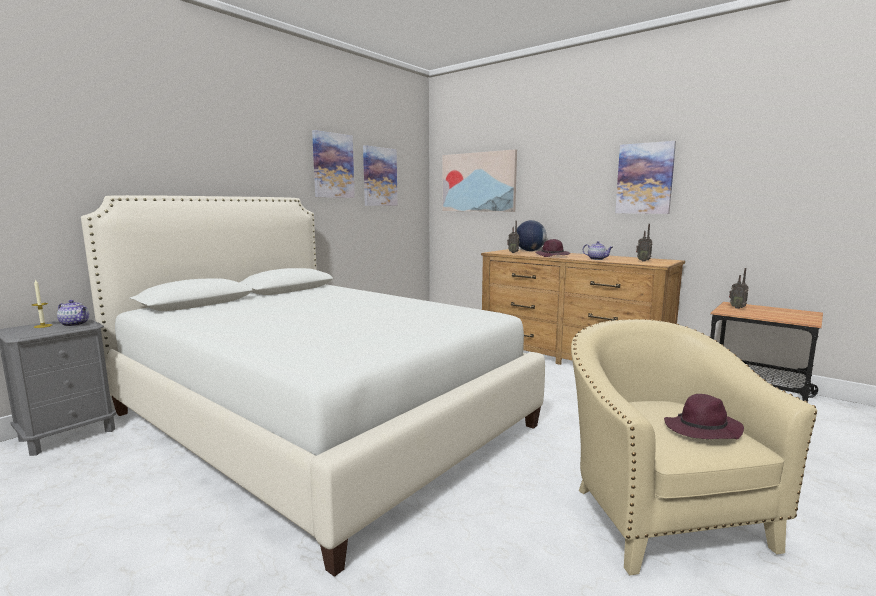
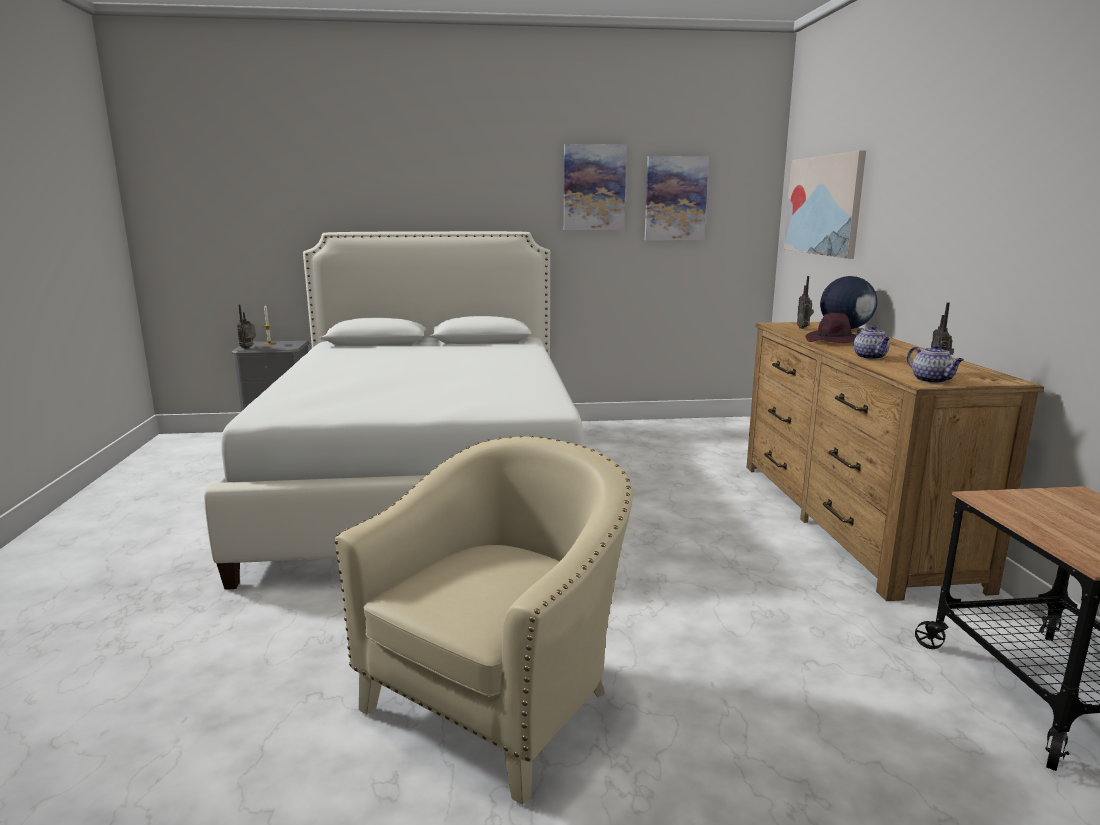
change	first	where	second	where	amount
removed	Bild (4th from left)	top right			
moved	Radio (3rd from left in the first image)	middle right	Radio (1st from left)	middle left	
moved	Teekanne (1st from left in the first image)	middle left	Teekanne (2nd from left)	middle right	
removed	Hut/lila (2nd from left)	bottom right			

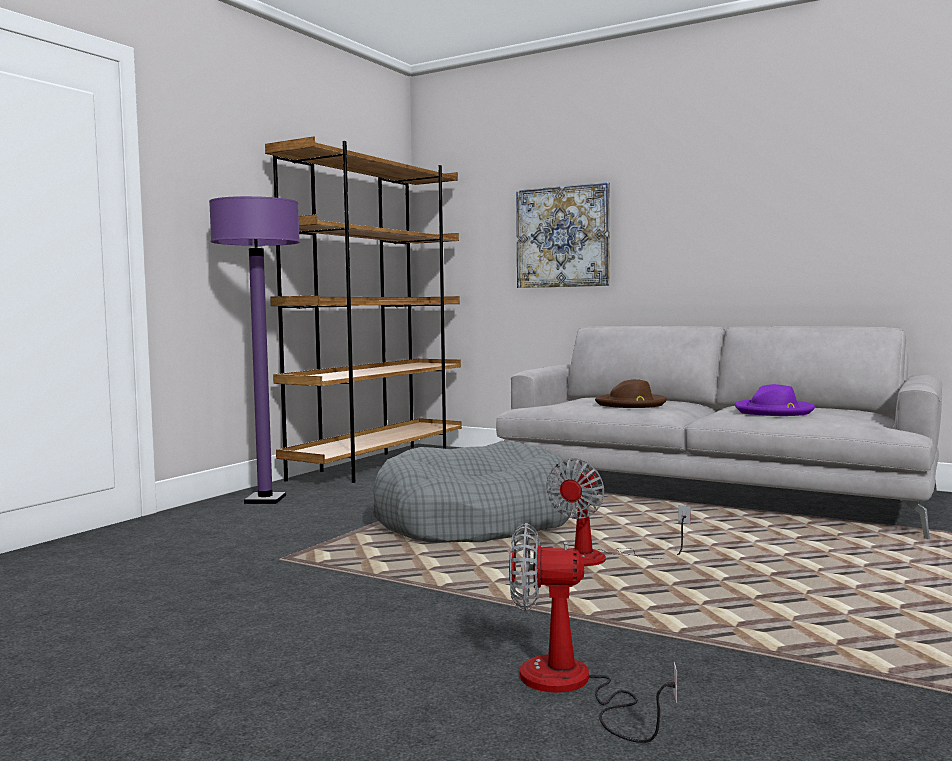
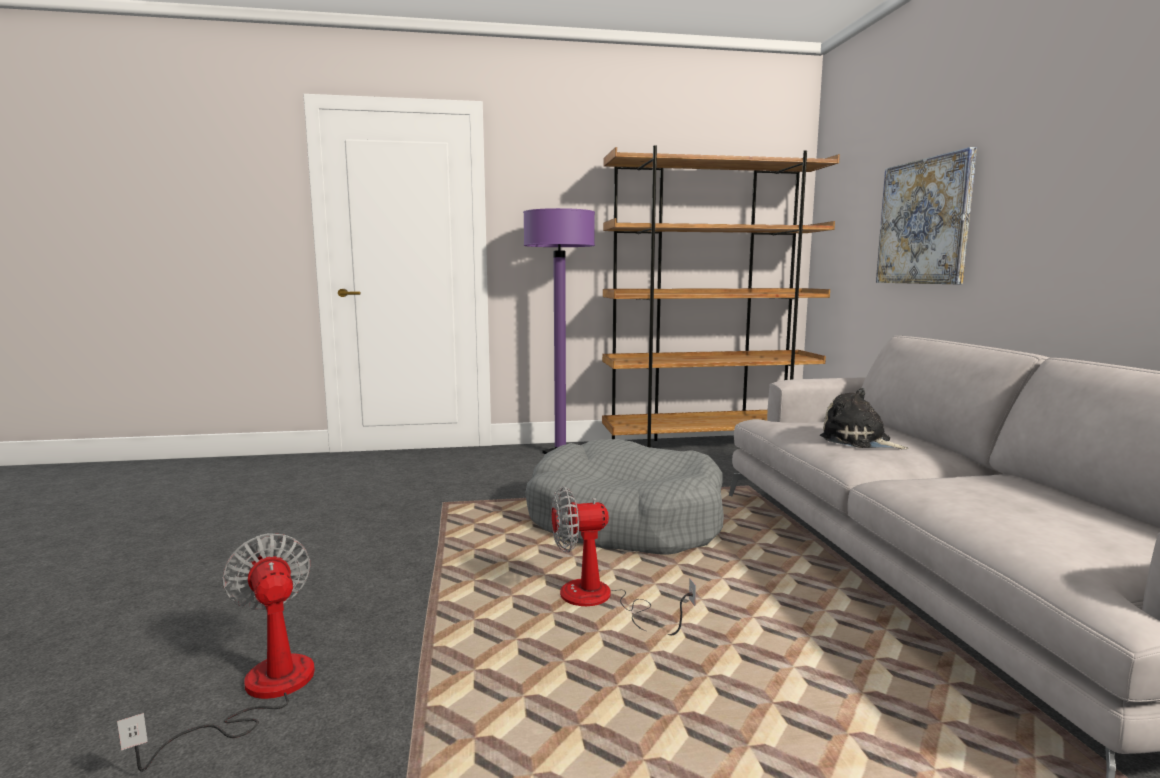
change	first	where	second	where	amount
replaced	Hut/braun	centre	Plüschtier	middle right	
removed	Hut/lila	middle right			

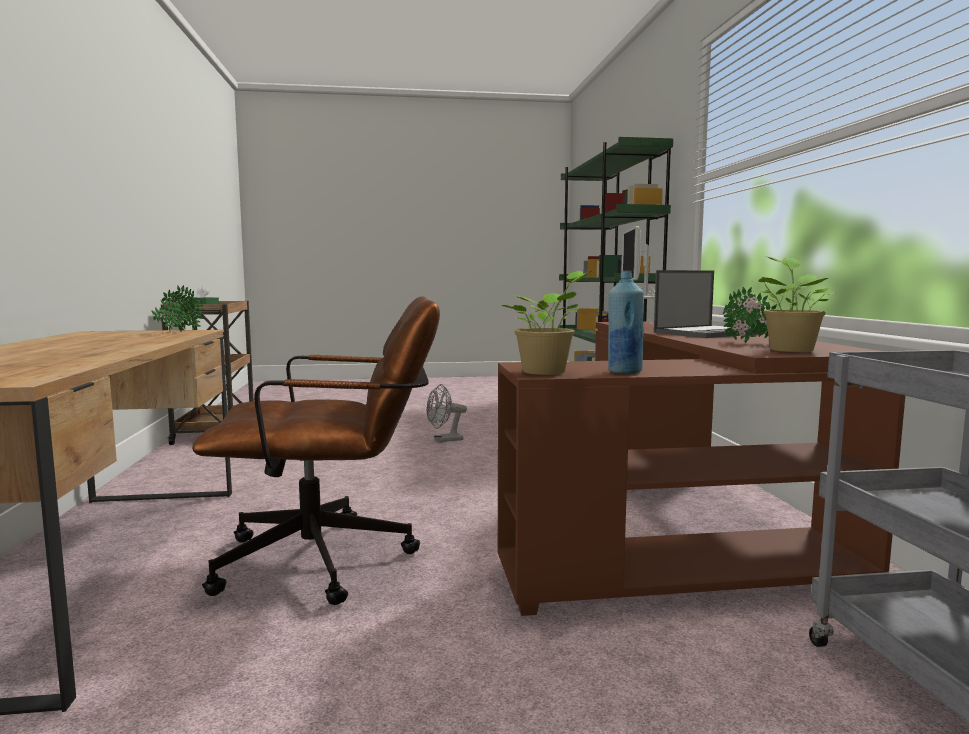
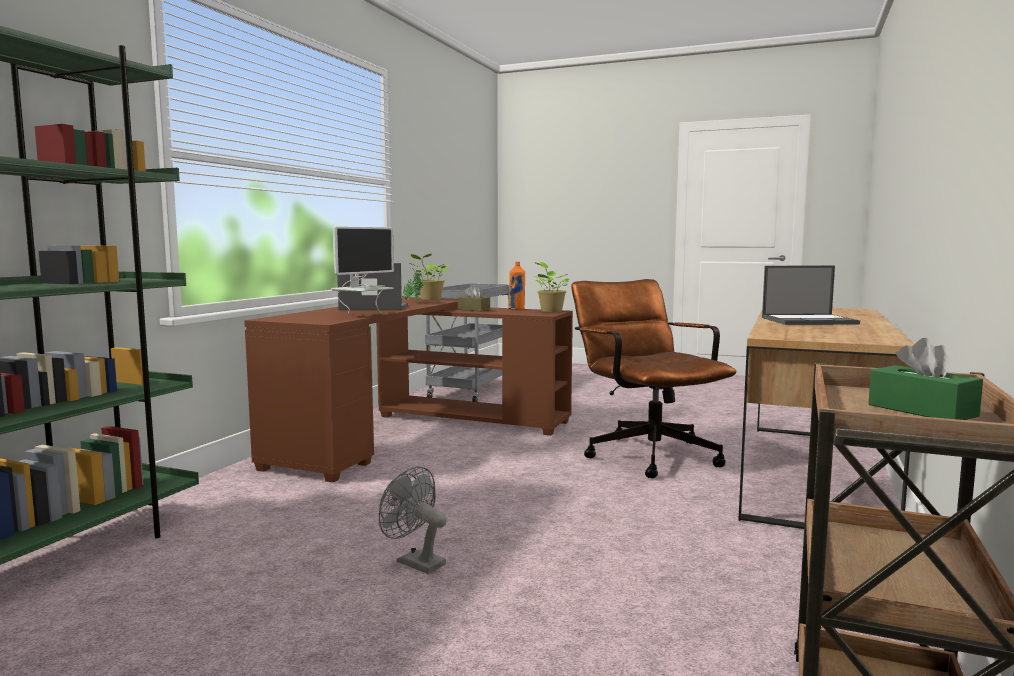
change	first	where	second	where	amount
recoloured	Flasche/blau	centre	Flasche/orange	centre	
removed	Topfpflanze (1st from left)	middle left			
turned	Bürostuhl/braun	middle left		centre	45 degrees clockwise
turned	Ventilator/grau	centre		bottom centre	150 degrees counterclockwise
added			Laptop (2nd from left)	middle right	
added			Taschentuchbox/braun	centre	

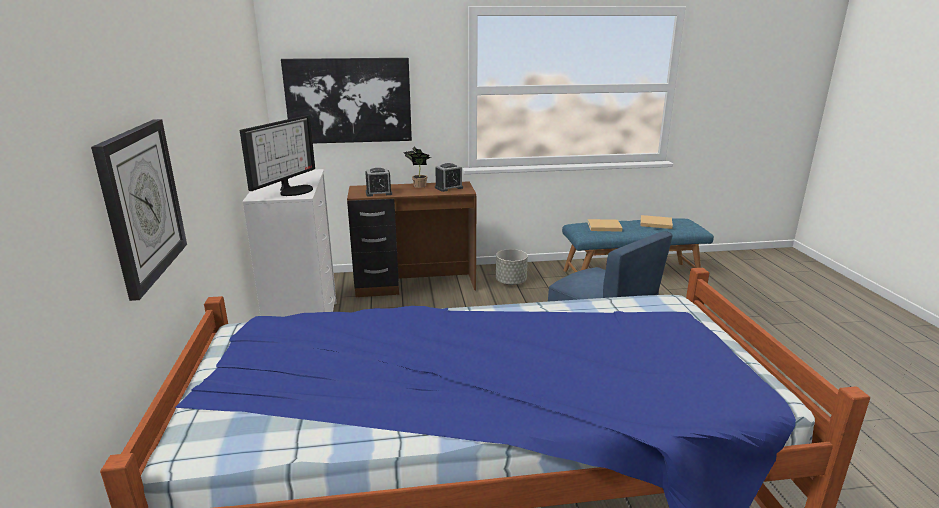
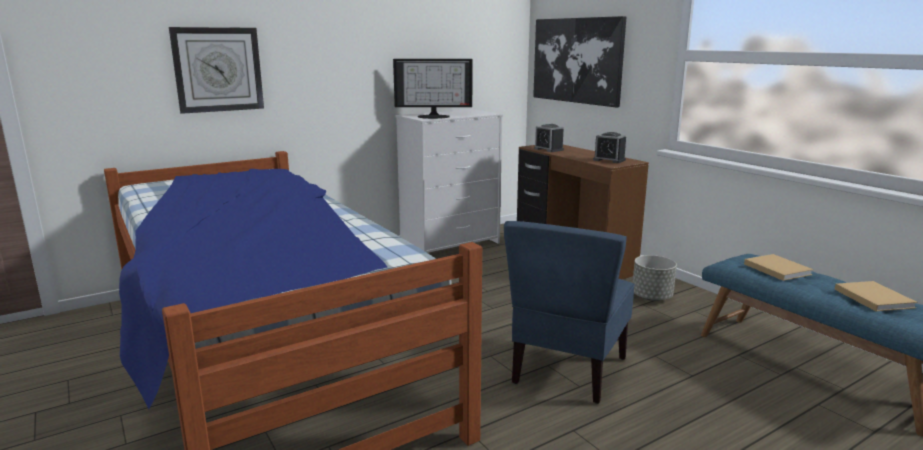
change	first	where	second	where	amount
removed	Topfpflanze	top centre			

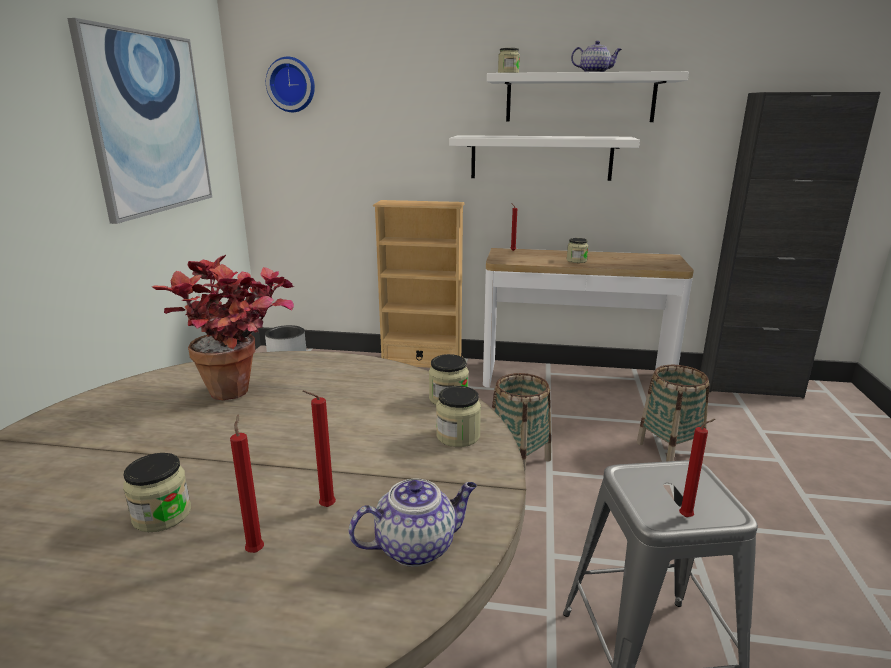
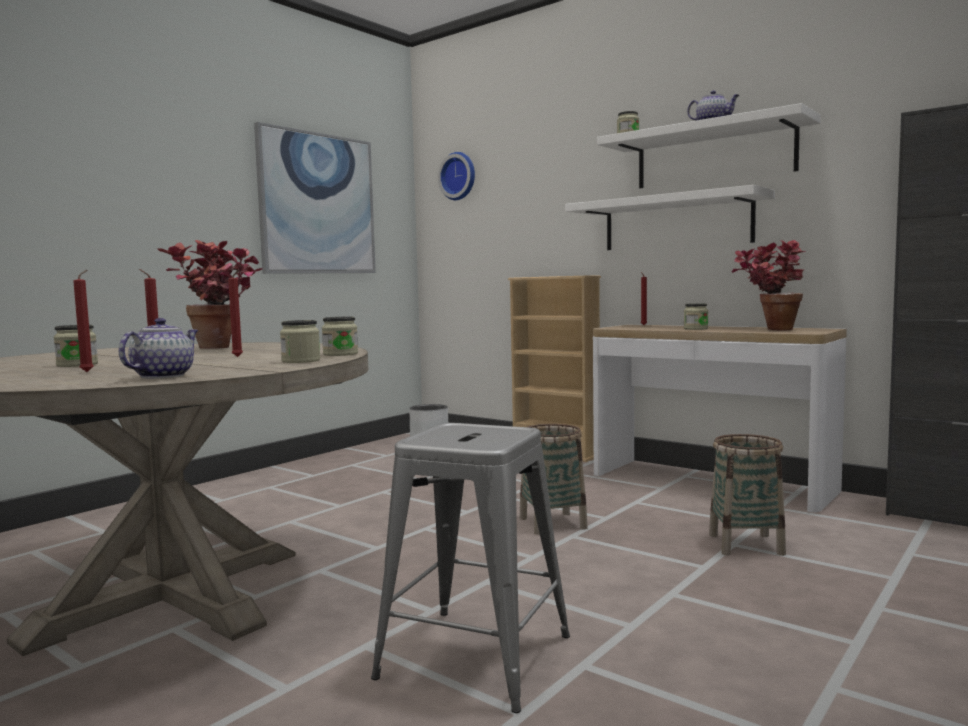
change	first	where	second	where	amount
moved	Kerze/rot (4th from left in the first image)	bottom right	Kerze/rot (3rd from left)	middle left	
turned	Teekanne (1st from left)	bottom centre		middle left	75 degrees counterclockwise
added			Topfpflanze (2nd from left)	middle right	

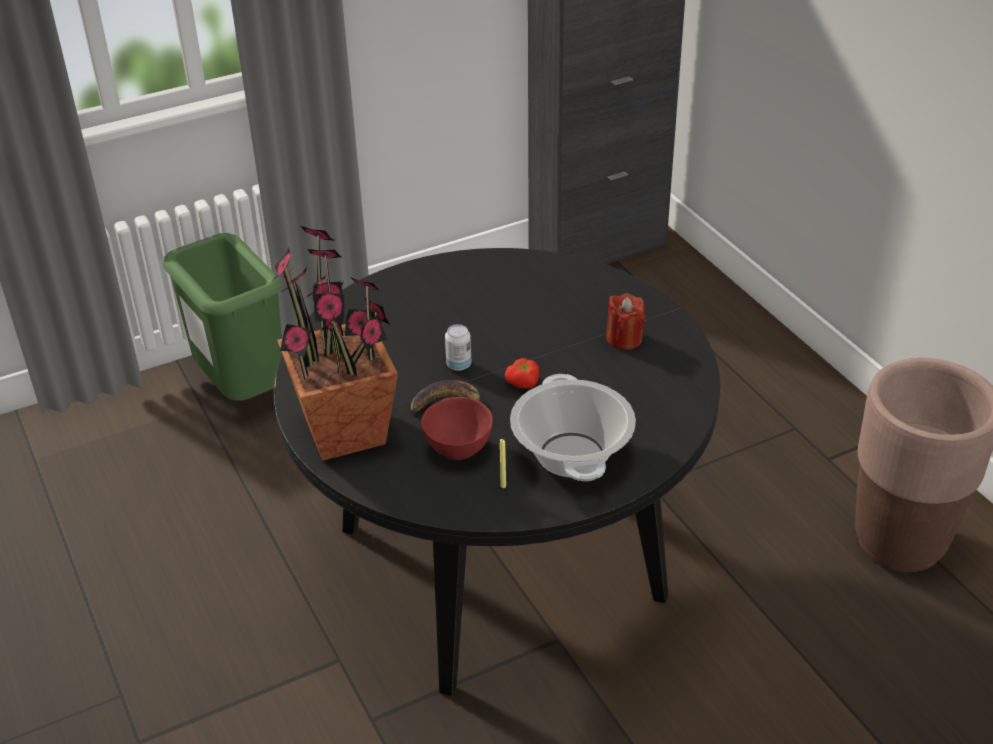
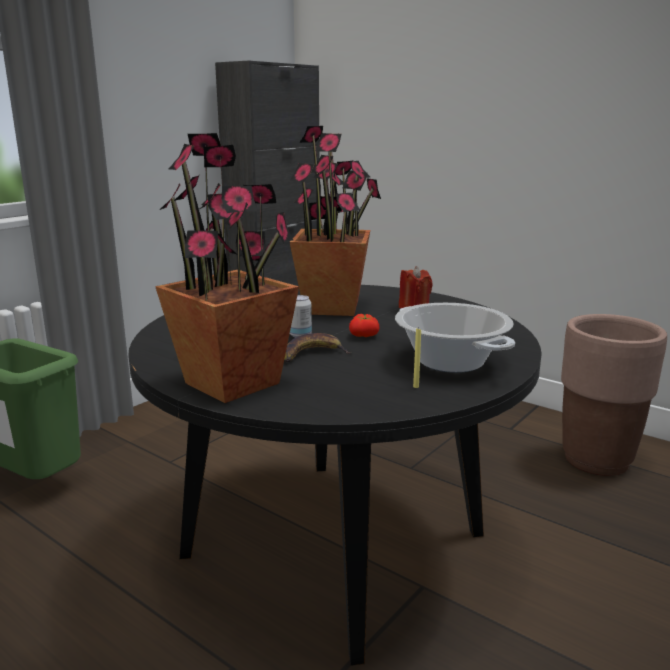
change	first	where	second	where	amount
removed	Schüssel/rot	centre			
added			Topfpflanze (2nd from left)	top centre	

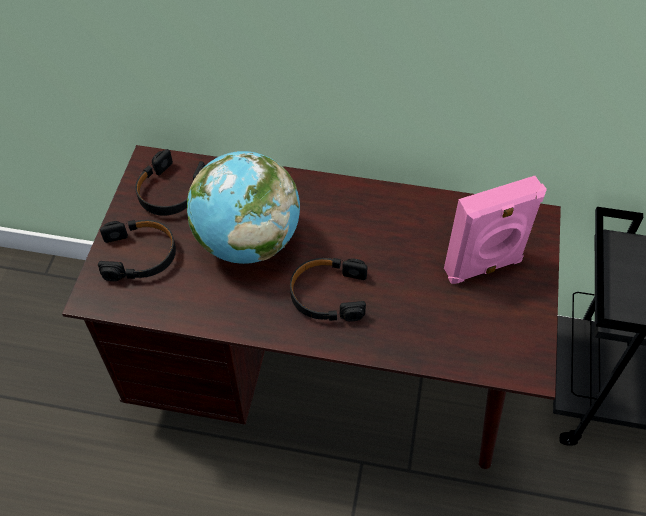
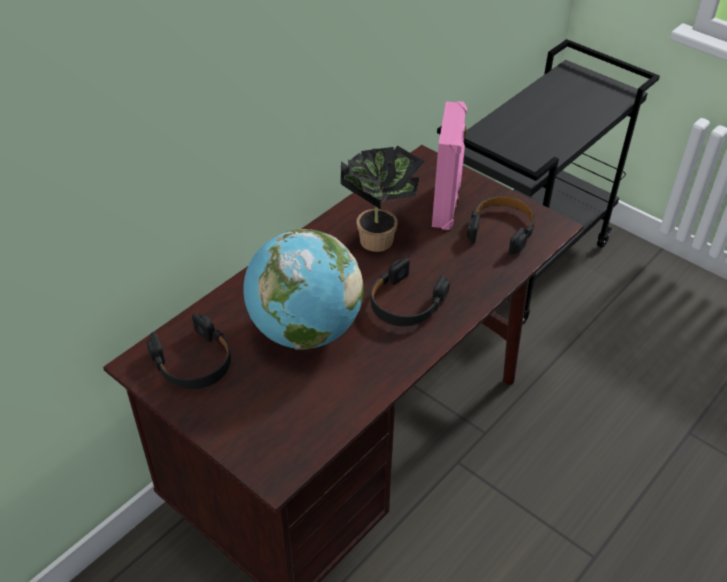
change	first	where	second	where	amount
moved	Kopfhörer/schwarz (1st from left in the first image)	middle left	Kopfhörer/schwarz (3rd from left)	middle right	
added			Topfpflanze	centre	

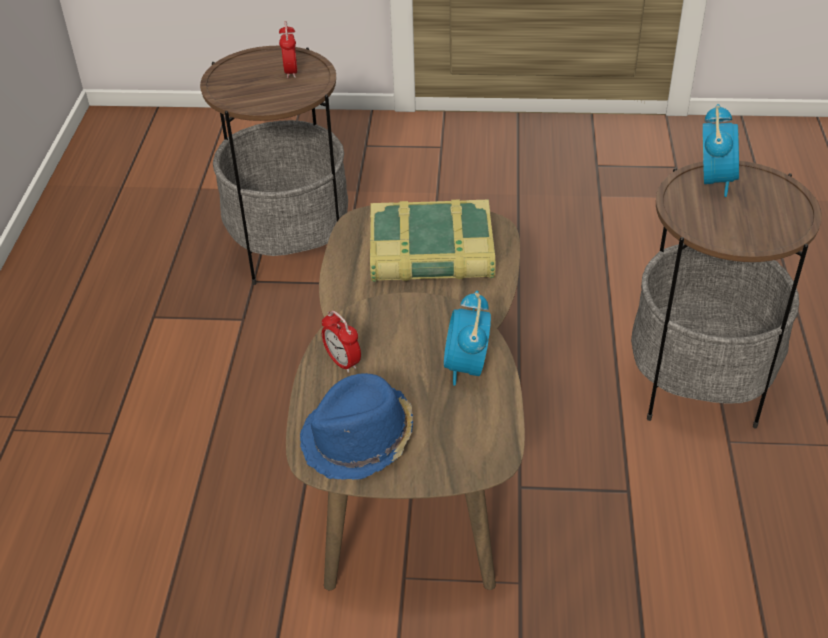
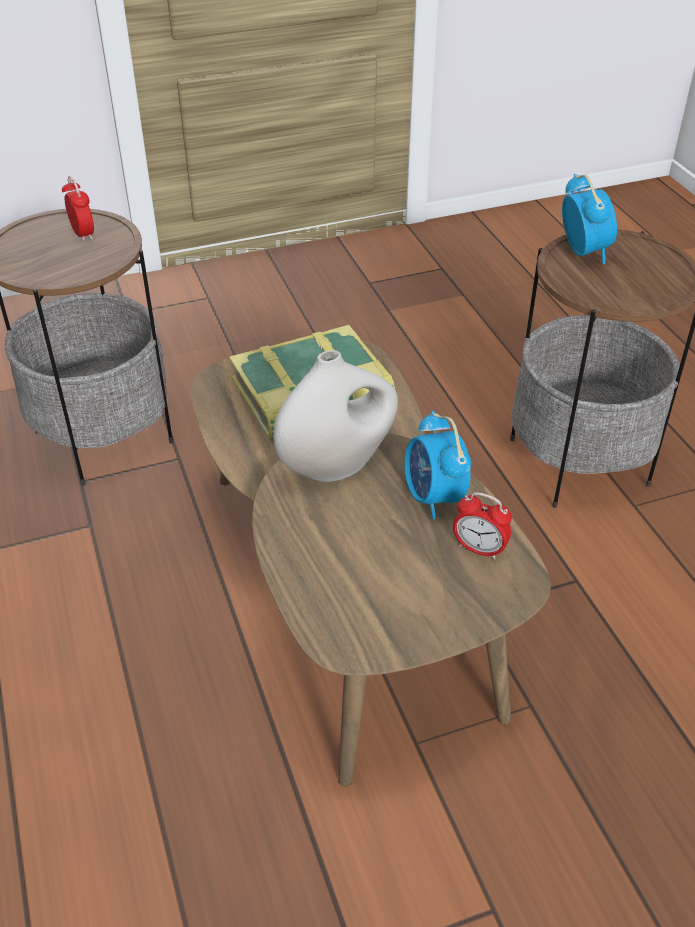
change	first	where	second	where	amount
moved	Wecker (2nd from left in the first image)	centre	Wecker (3rd from left)	middle right	
removed	Hut/blau	bottom centre			
added			Vase/weiß	centre	

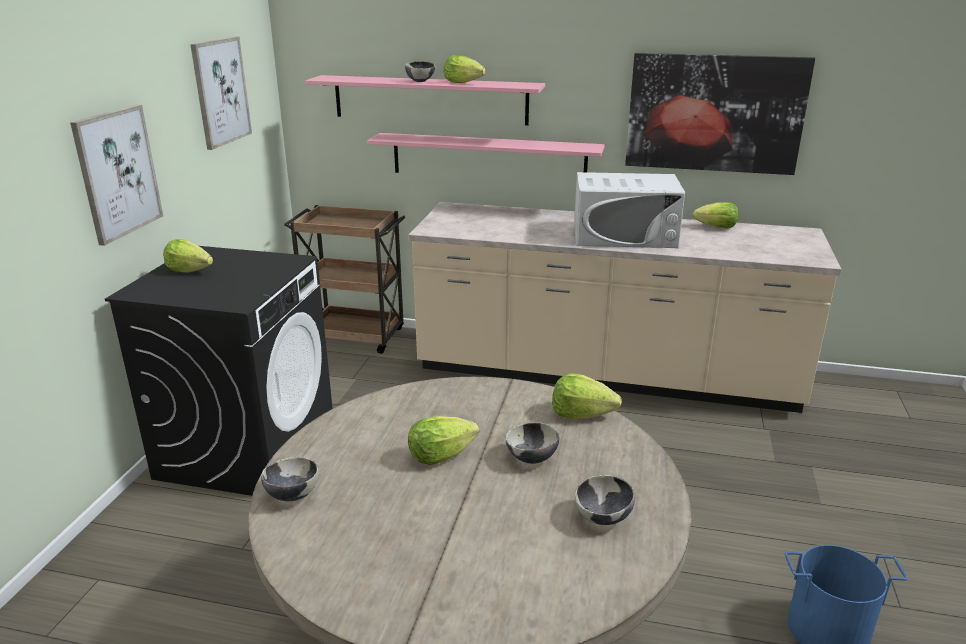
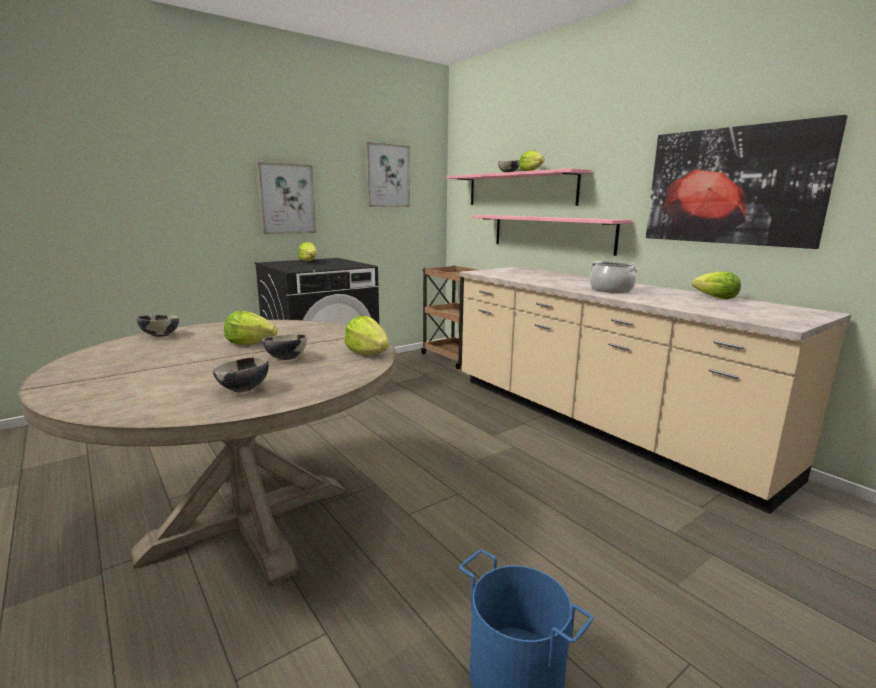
change	first	where	second	where	amount
replaced	Mikrowelle/weiß	top centre	Kochtopf	middle right	

